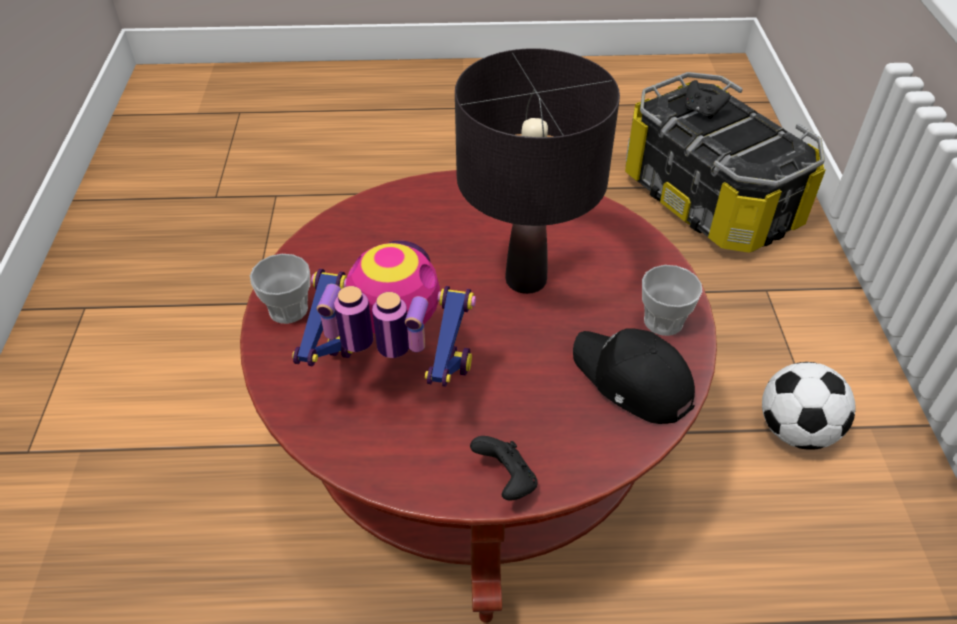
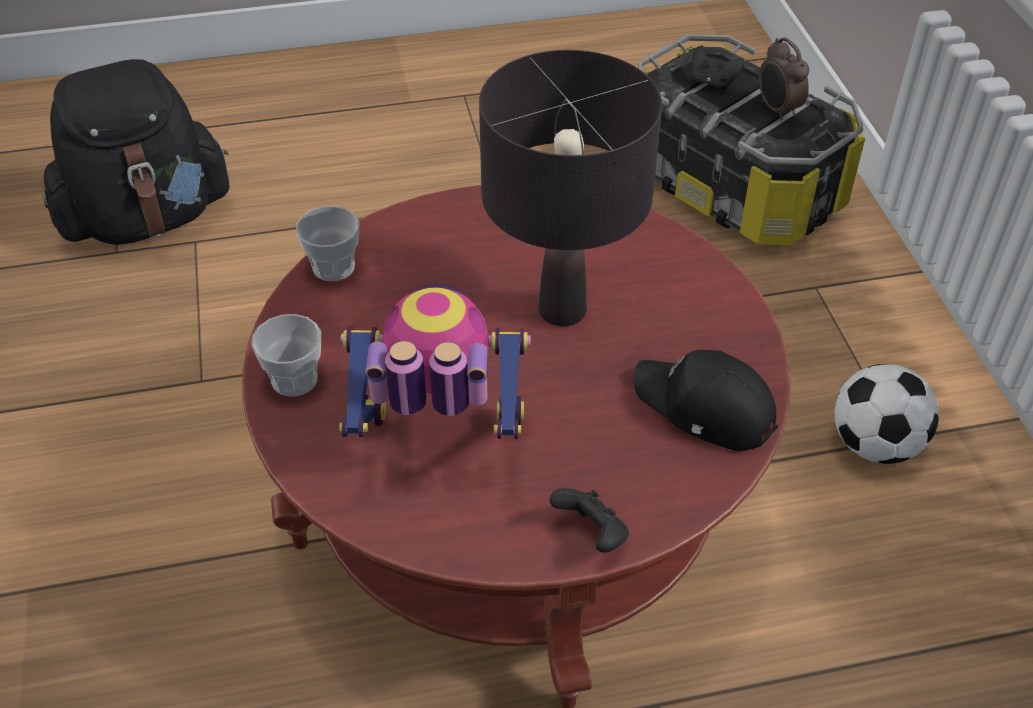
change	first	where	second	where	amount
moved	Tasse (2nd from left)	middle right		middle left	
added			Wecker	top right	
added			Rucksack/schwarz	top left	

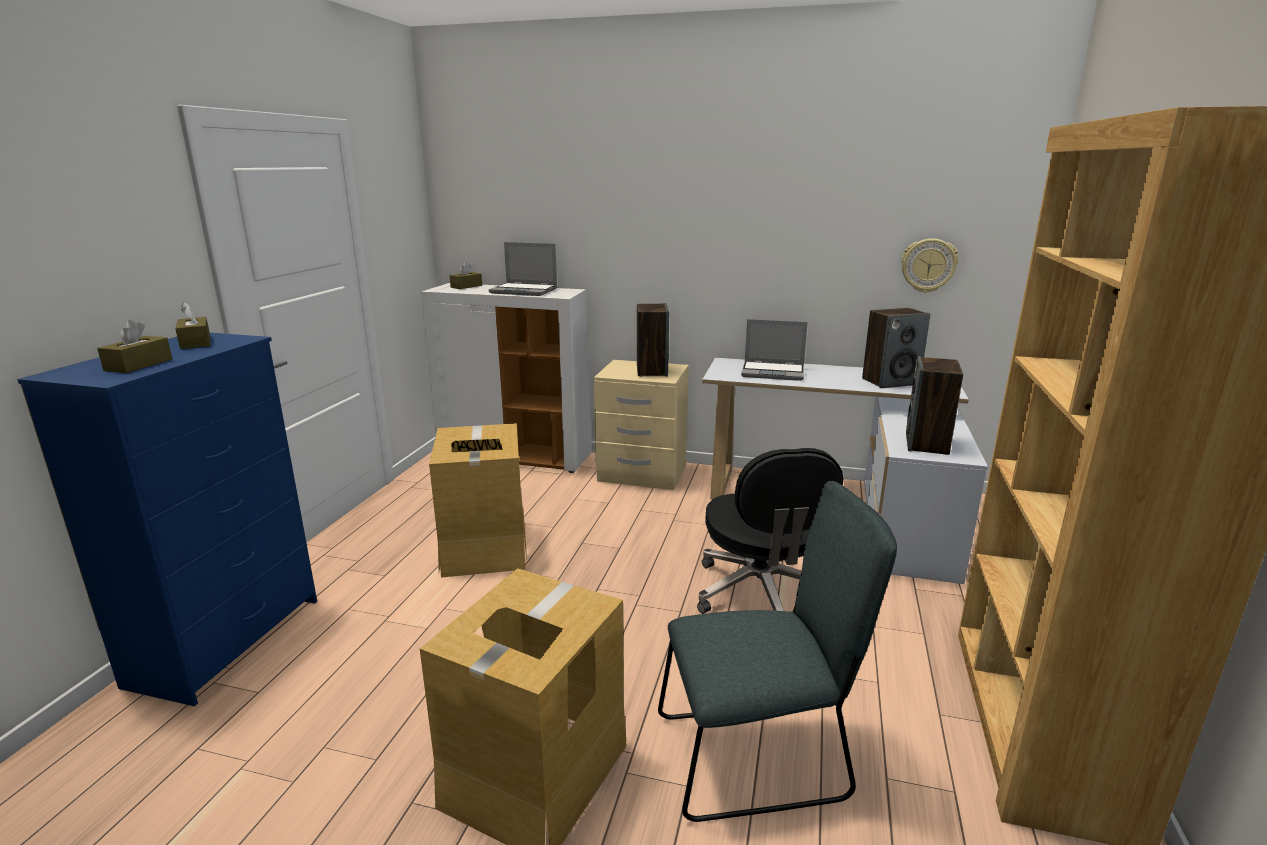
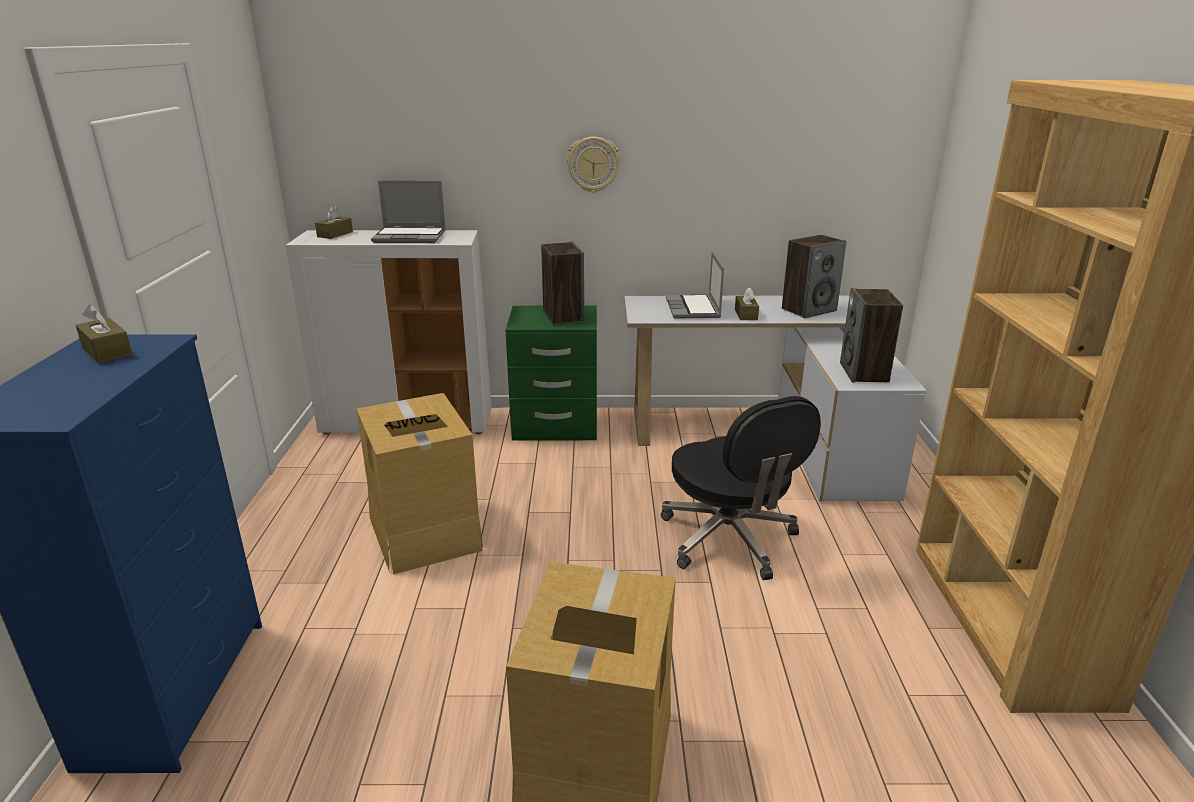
change	first	where	second	where	amount
moved	Wanduhr	top right		top centre	
turned	Laptop (2nd from left)	centre		centre	90 degrees clockwise
moved	Taschentuchbox/braun (1st from left in the first image)	middle left	Taschentuchbox/braun (3rd from left)	centre	
recoloured	Nachttisch/beige	centre	Nachttisch/grün	centre	
removed	Stuhl/grau	bottom centre			

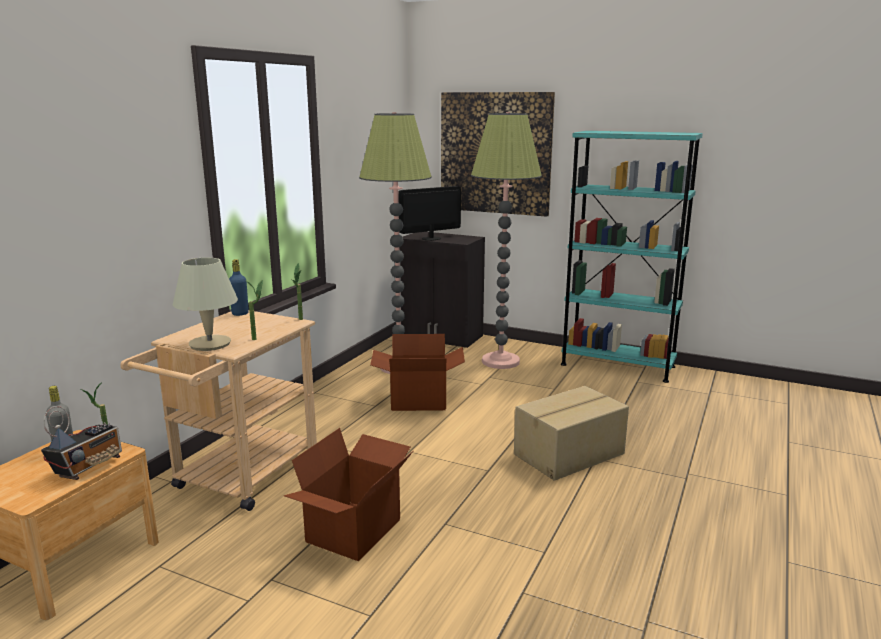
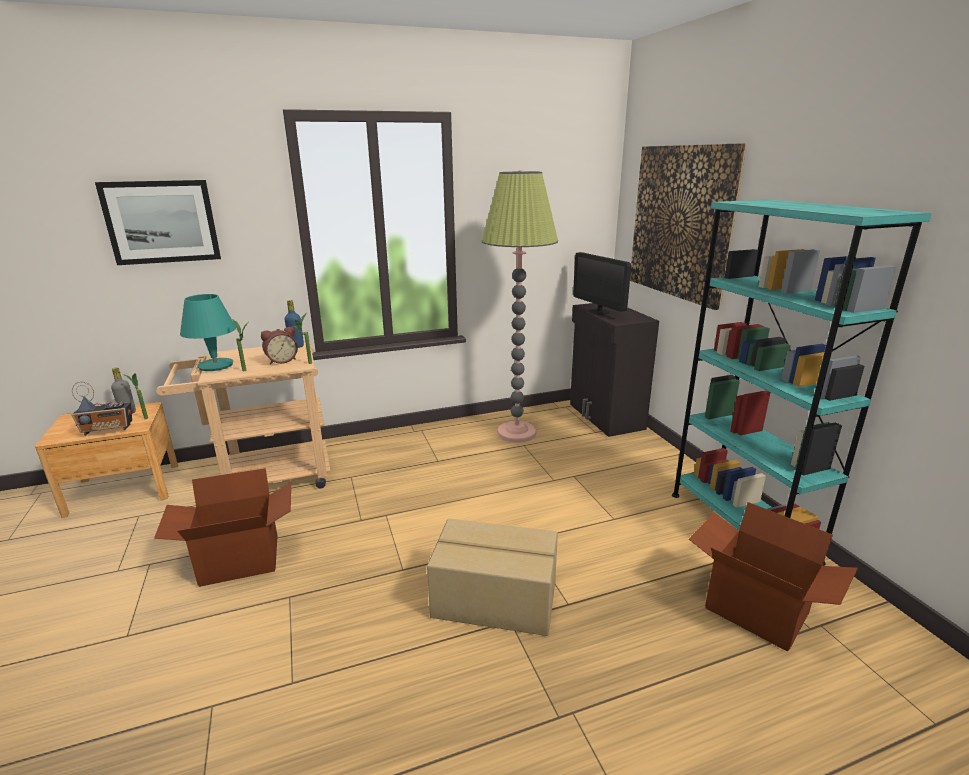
change	first	where	second	where	amount
removed	Stehlampe (2nd from left)	centre			
turned	Monitor	centre		centre	135 degrees counterclockwise
recoloured	Tischlampe/beige	middle left	Tischlampe/türkis	middle left	
moved	Karton (2nd from left in the first image)	centre	Karton (3rd from left)	bottom right	
added			Bild (1st from left)	top left	
added			Wecker	middle left	

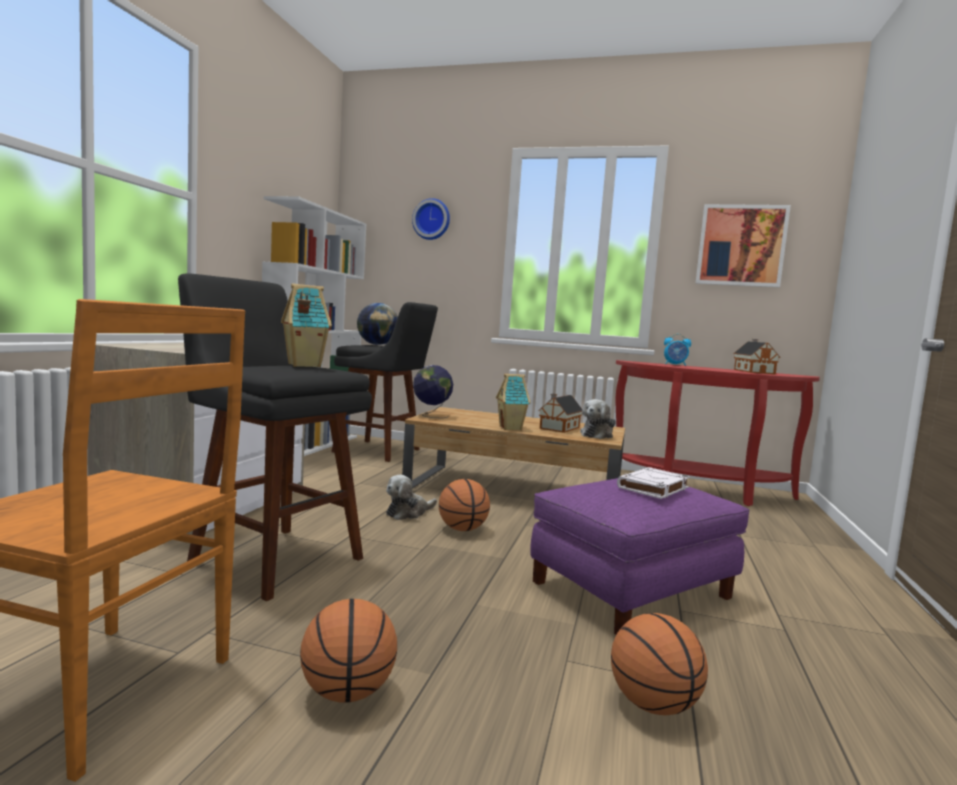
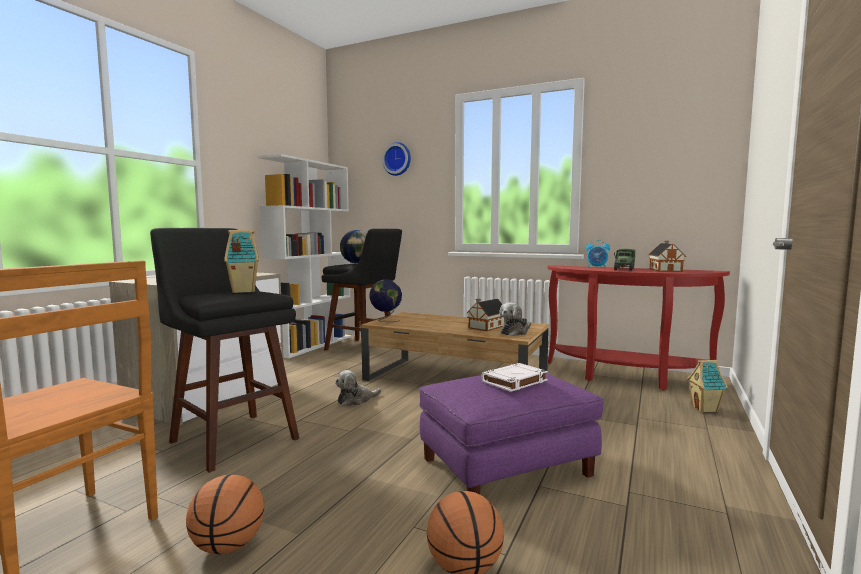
change	first	where	second	where	amount
removed	Bild	top right			
moved	Spielzeughaus (2nd from left in the first image)	centre	Spielzeughaus (4th from left)	bottom right	
removed	Basketball (2nd from left)	centre			
added			Spielzeuglaster	middle right	

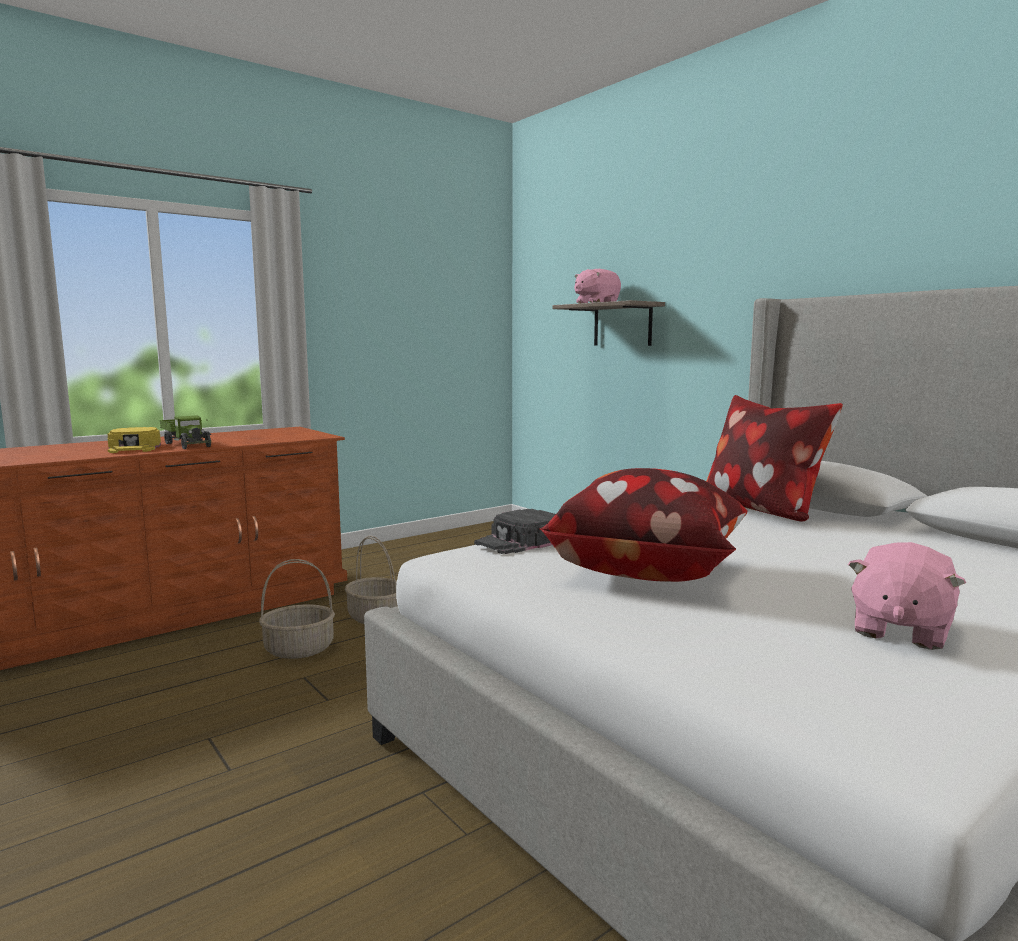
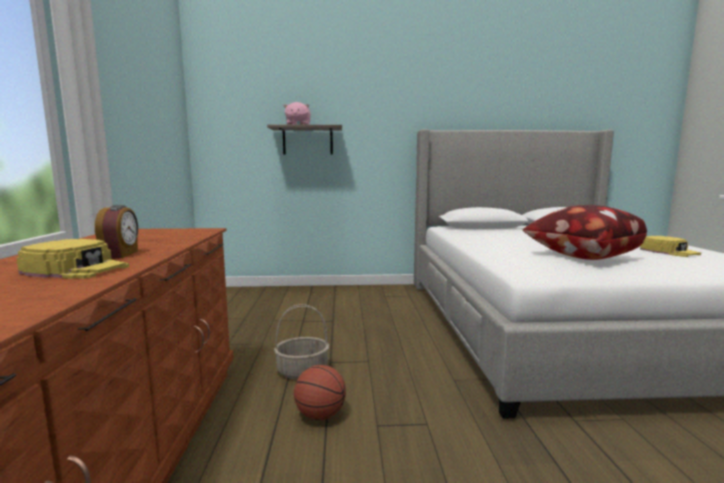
change	first	where	second	where	amount
removed	Kissen (2nd from left)	middle right			
replaced	Spielzeuglaster	middle left	Wecker	middle left	
removed	Kappe/schwarz	centre			
replaced	Plüschtier/rosa (2nd from left)	middle right	Kappe/gelb (2nd from left)	middle right	
replaced	Korb (1st from left)	middle left	Basketball	bottom centre	

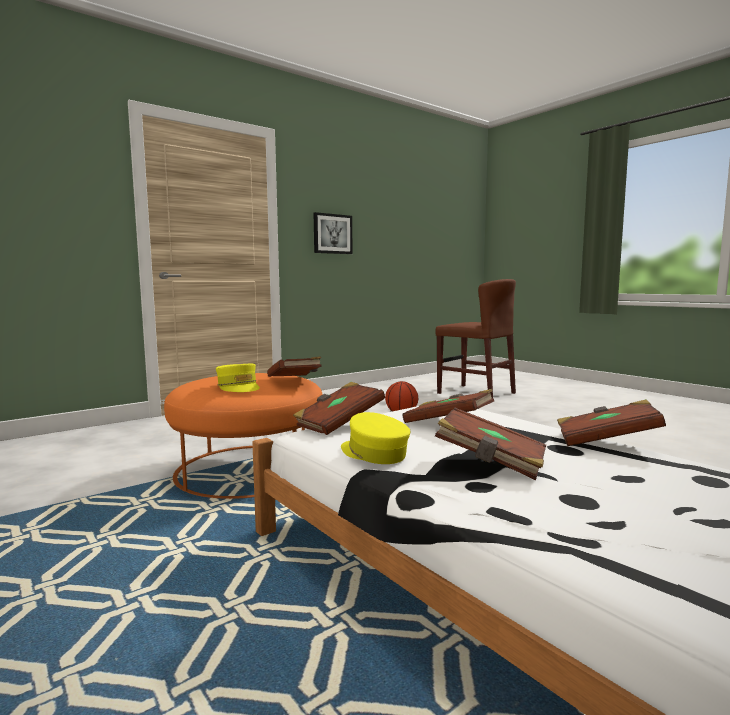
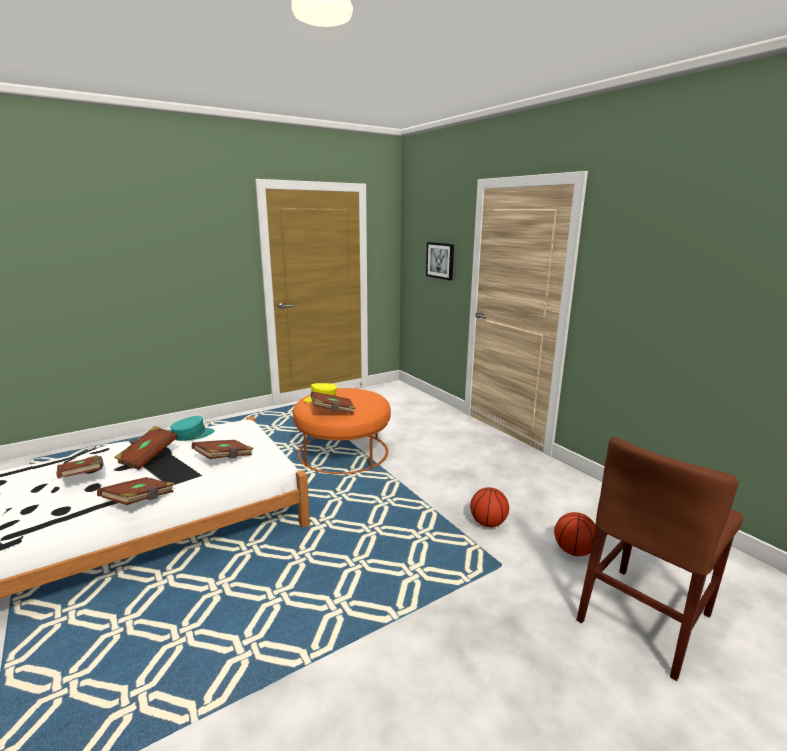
change	first	where	second	where	amount
moved	Bild	top centre		centre	
moved	Buch/braun (2nd from left in the first image)	centre	Buch/braun (1st from left)	middle left	
recoloured	Kappe/gelb (2nd from left)	centre	Kappe/türkis	middle left	
added			Basketball (2nd from left)	bottom right	

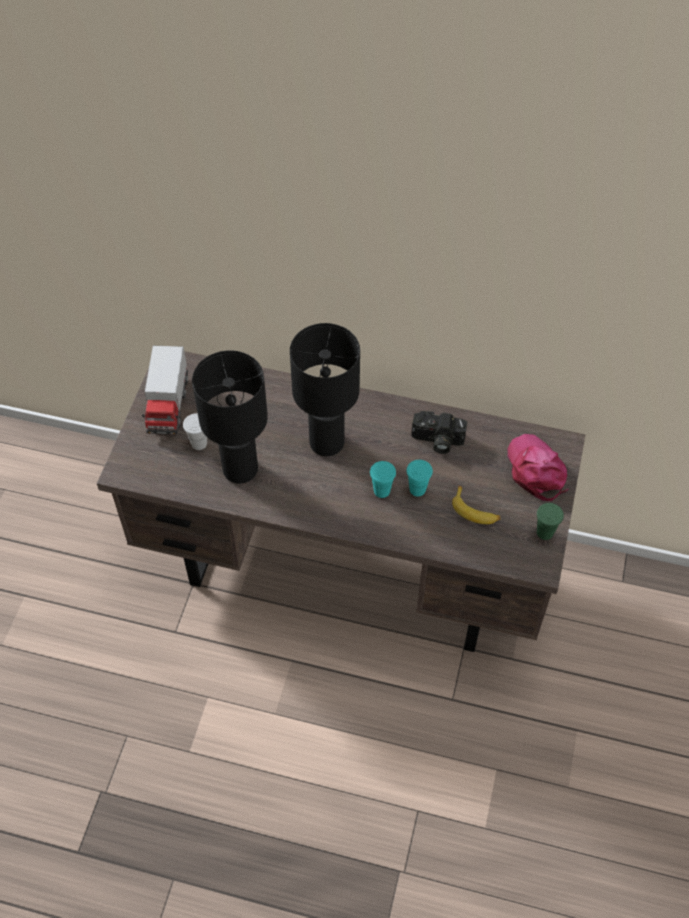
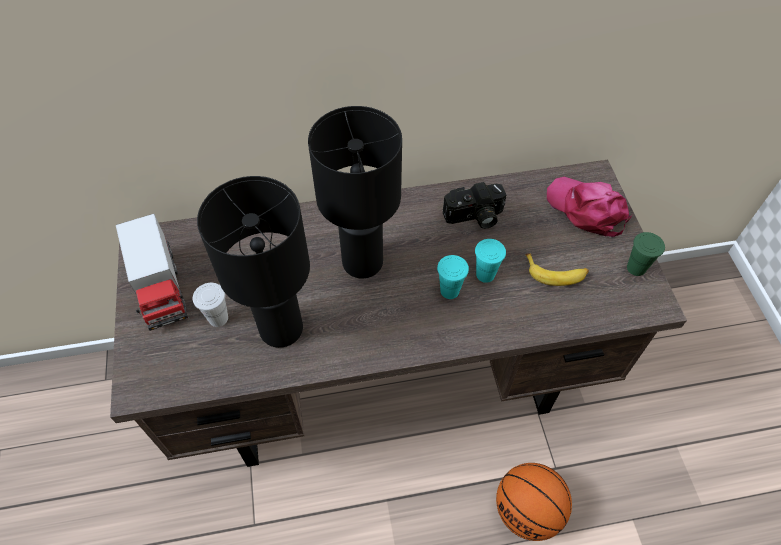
change	first	where	second	where	amount
added			Basketball	bottom right	

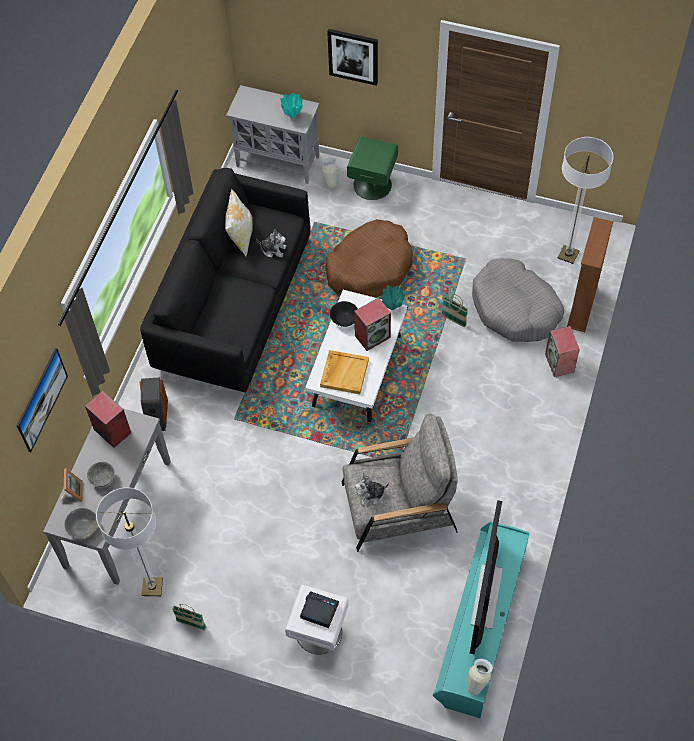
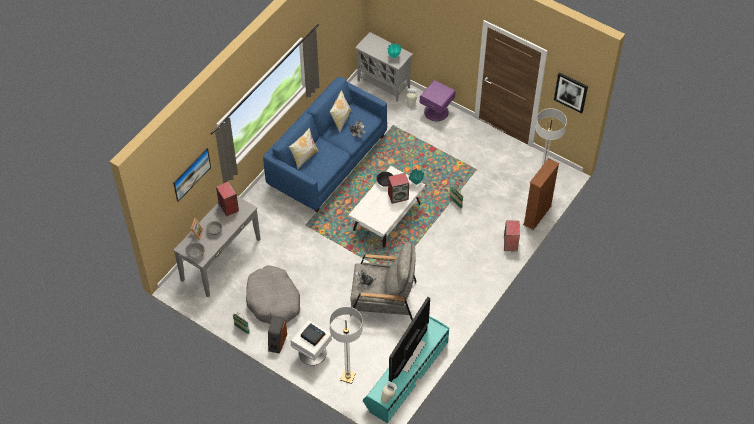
change	first	where	second	where	amount
moved	Bild (2nd from left)	top centre		top right	
recoloured	Nachttisch/grün	top centre	Nachttisch/lila	top centre	
recoloured	Sofa/schwarz	middle left	Sofa/blau	centre	
removed	Hundebett/braun	centre			
moved	Hundebett/grau	middle right		bottom centre	
removed	Tablett/beige	centre			
moved	Lautsprecher (2nd from left)	middle left		bottom centre	
moved	Stehlampe (1st from left)	bottom left		bottom centre	
added			Kissen (1st from left)	centre	

